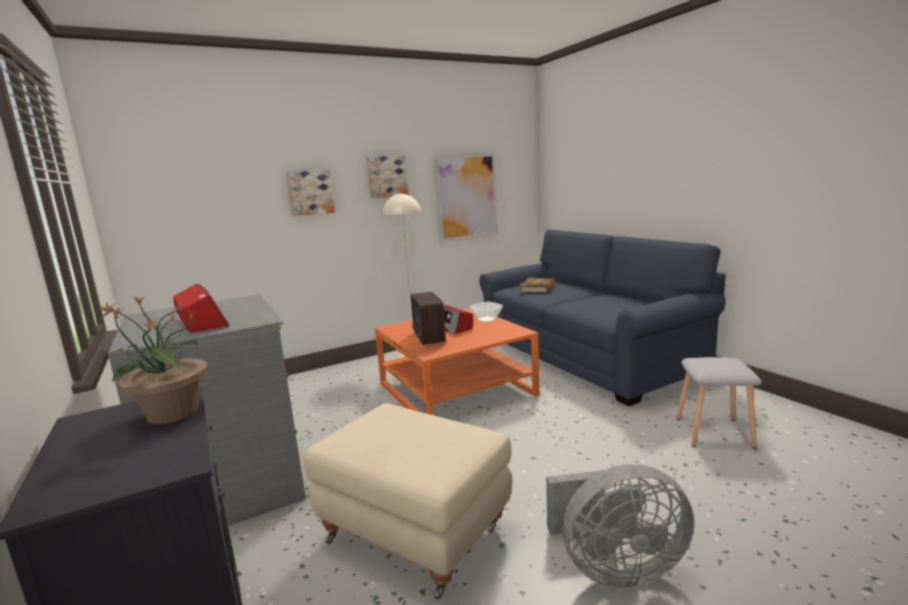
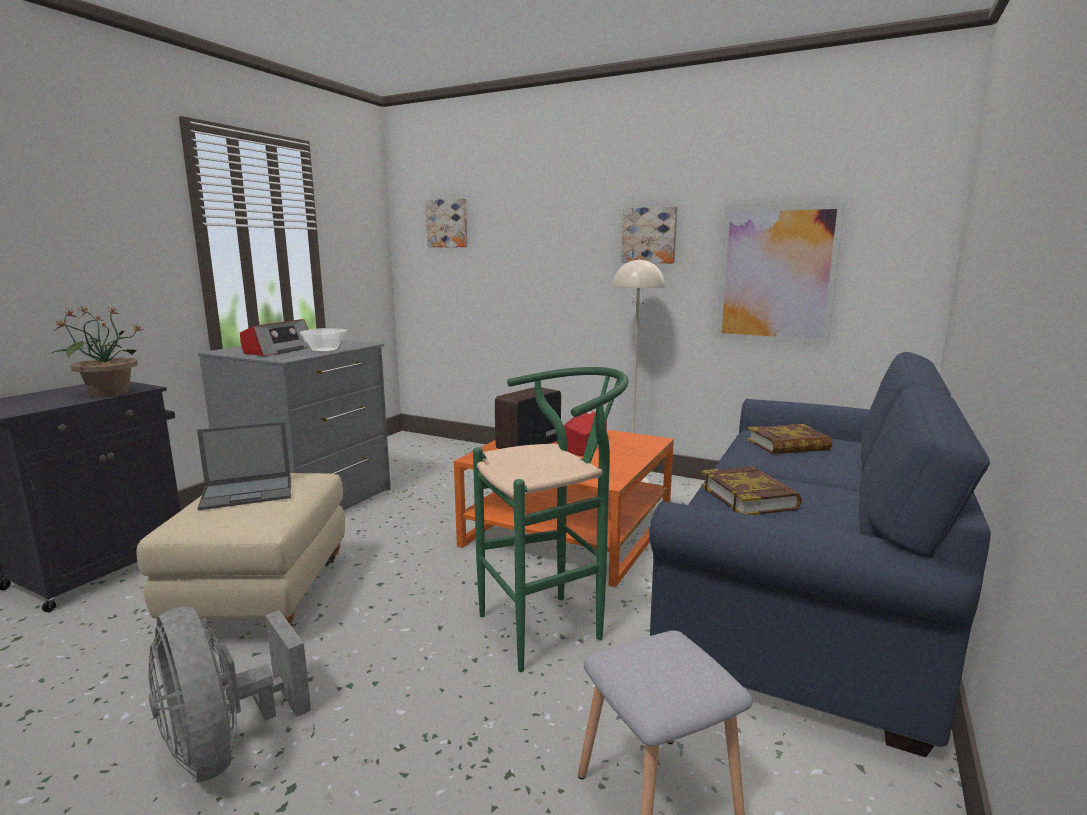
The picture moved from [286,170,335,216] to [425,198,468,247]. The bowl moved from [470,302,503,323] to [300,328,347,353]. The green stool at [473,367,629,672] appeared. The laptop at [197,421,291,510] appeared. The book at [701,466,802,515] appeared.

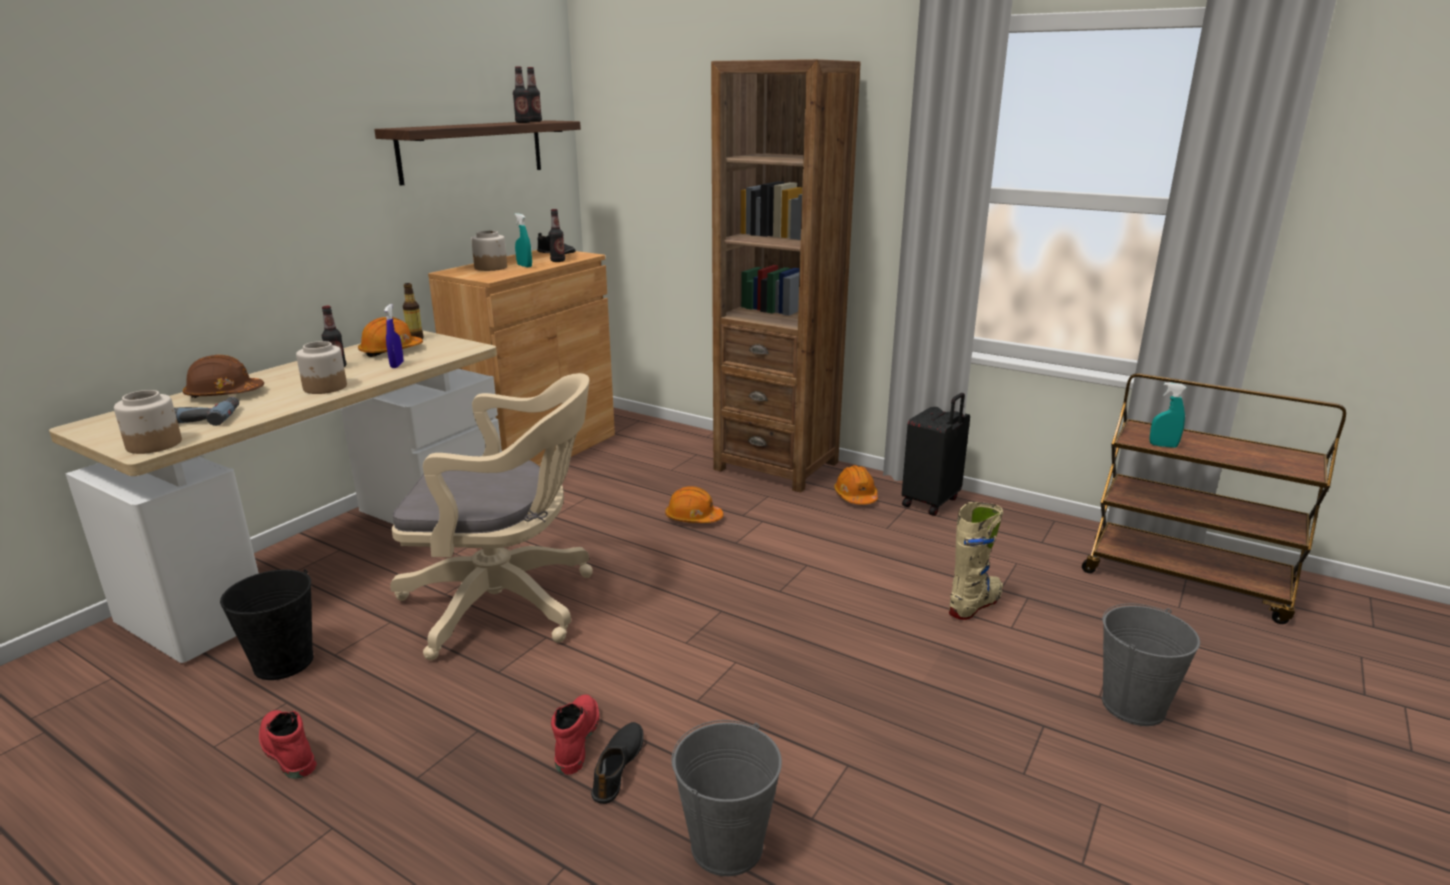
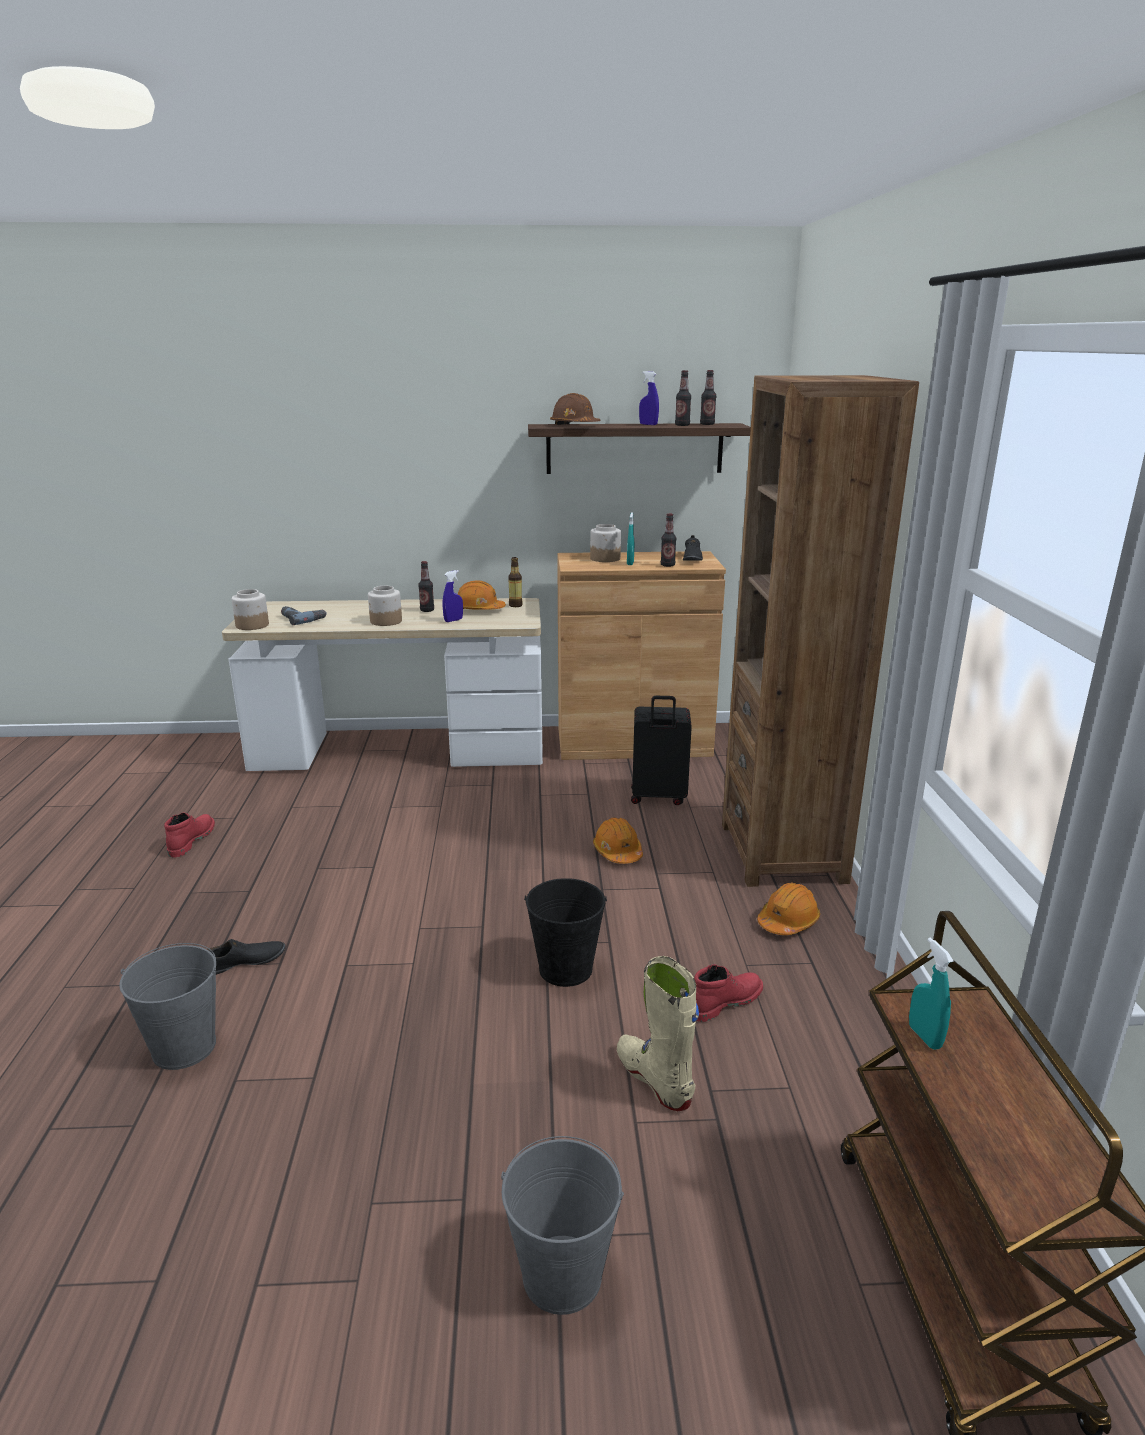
The brown hard hat moved from [183,355,264,398] to [550,393,601,425]. The beige office chair at [390,373,593,660] disappeared. The black suitcase moved from [902,393,970,516] to [631,696,692,805]. The beige boot at [949,502,1003,620] turned 135 degrees counterclockwise. The black bucket moved from [220,569,313,680] to [524,878,607,987]. The red boot moved from [551,695,599,775] to [694,964,763,1022]. The blue spray bottle at [639,371,659,425] appeared.

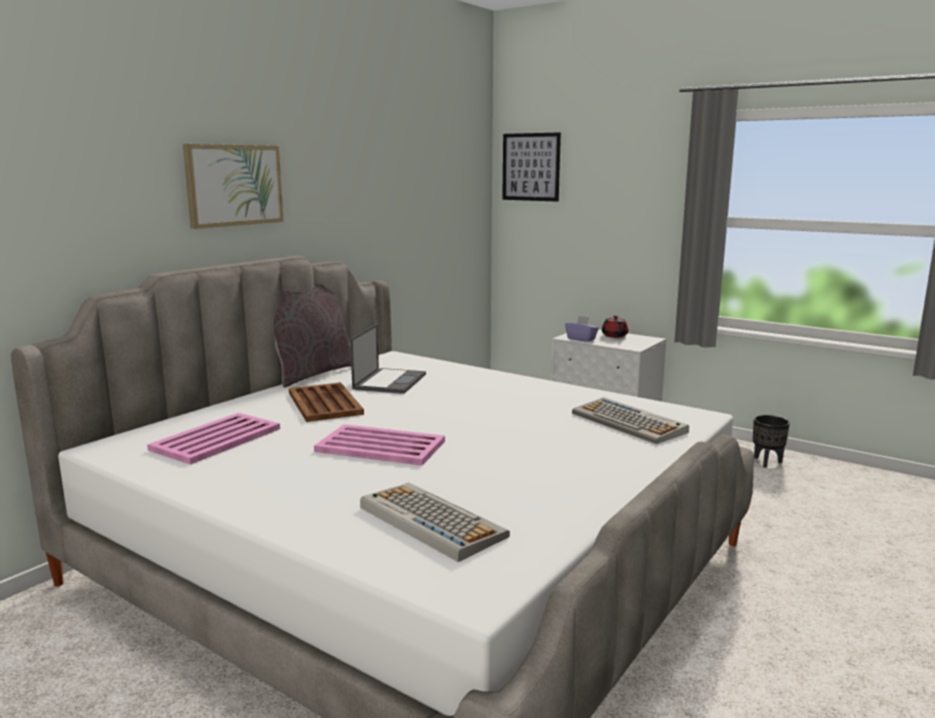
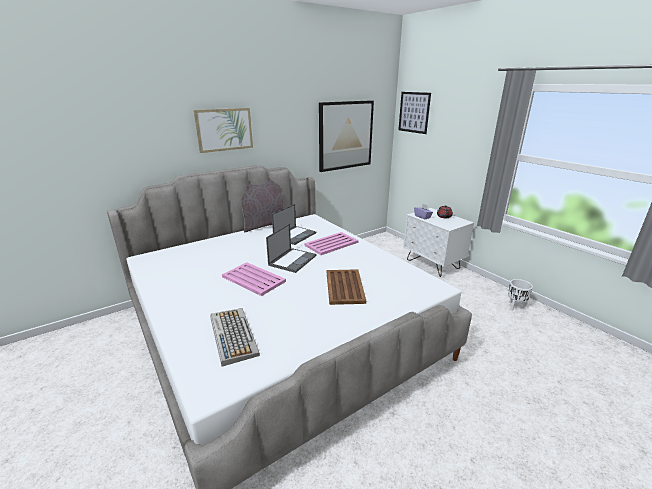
The brown tray moved from [289,382,364,422] to [327,269,366,305]. The keyboard at [572,397,689,444] disappeared. The pink tray moved from [147,413,280,464] to [305,232,359,255]. The black planter at [753,415,790,468] became the white planter at [508,279,533,311]. The picture at [319,100,374,172] appeared. The laptop at [266,223,317,273] appeared.

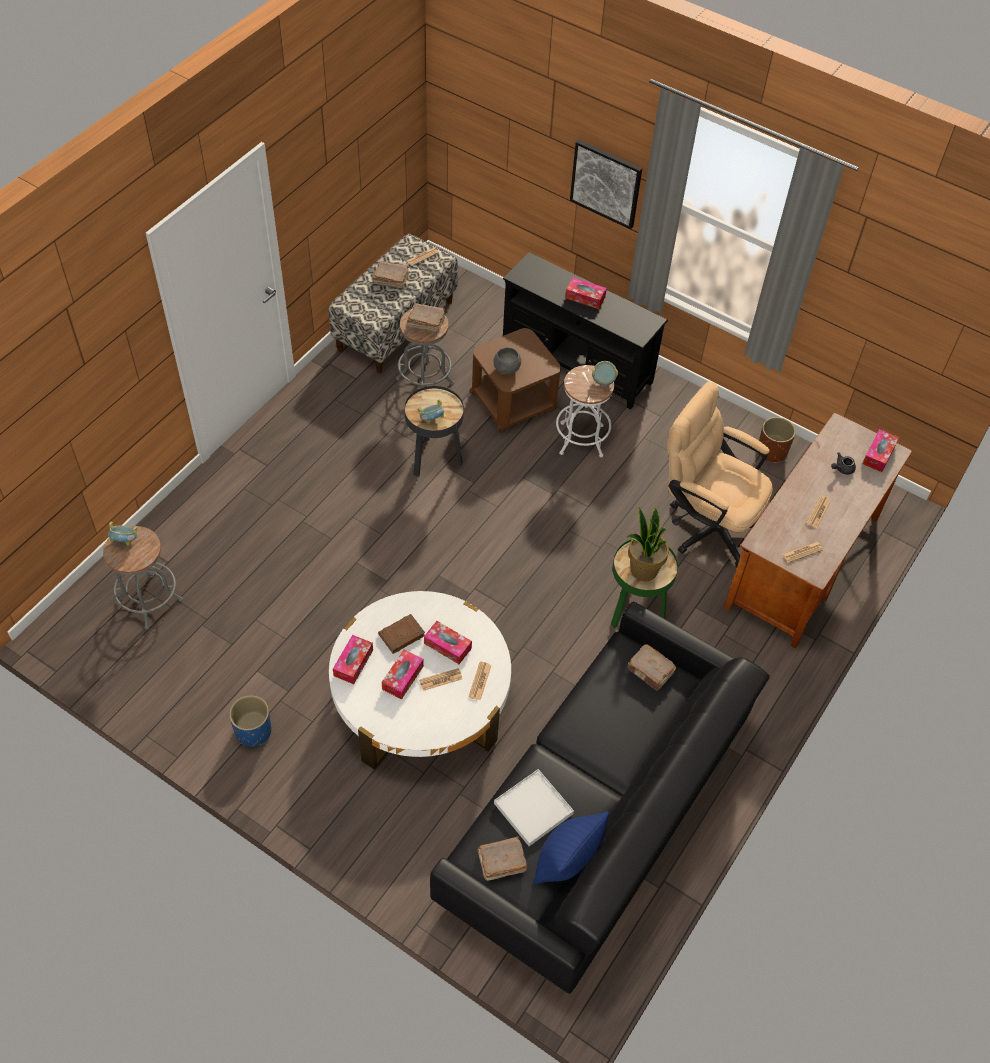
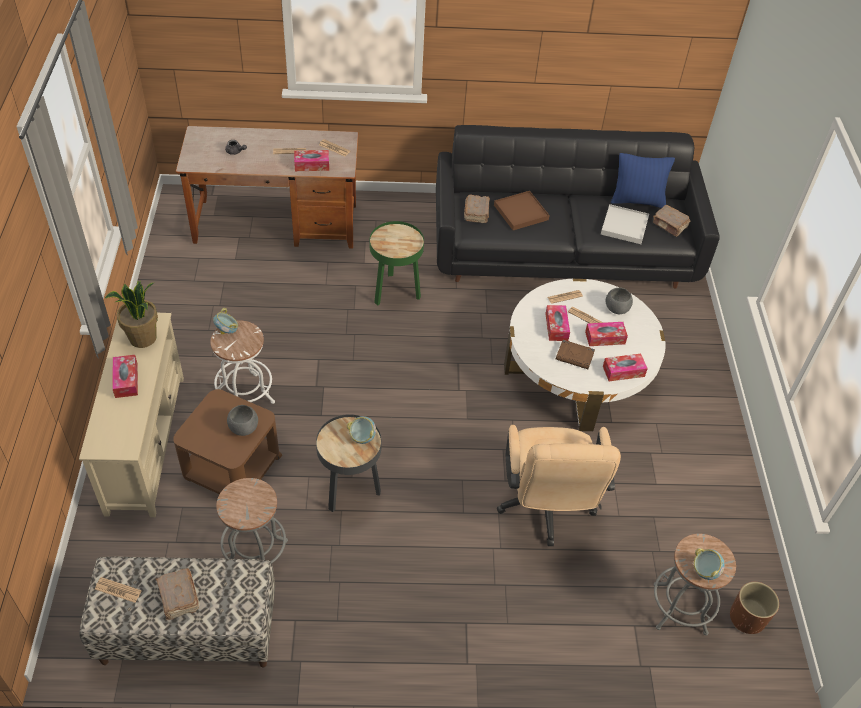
The picture at [570,140,642,229] disappeared. The black tv stand at [503,252,668,409] became the beige tv stand at [79,313,184,517]. The brown book at [407,303,445,332] disappeared. The beige office chair moved from [667,382,773,567] to [497,425,621,546]. The brown planter moved from [759,417,796,463] to [730,582,779,634]. The tissue box moved from [862,429,899,472] to [294,150,329,171]. The potted plant moved from [627,507,669,581] to [105,280,158,348]. The blue planter at [229,695,271,747] disappeared. The brown tray at [494,191,550,230] appeared. The grey bowl at [606,288,633,314] appeared.

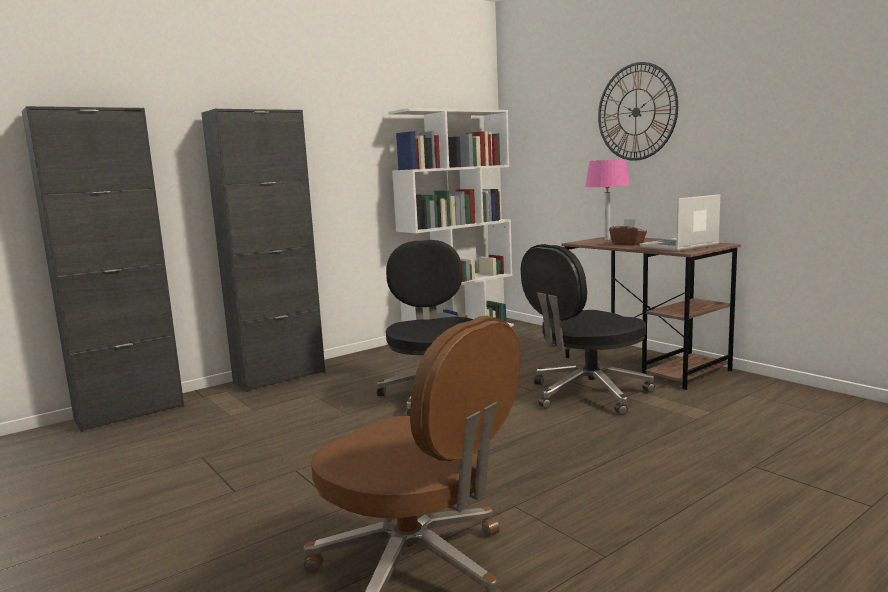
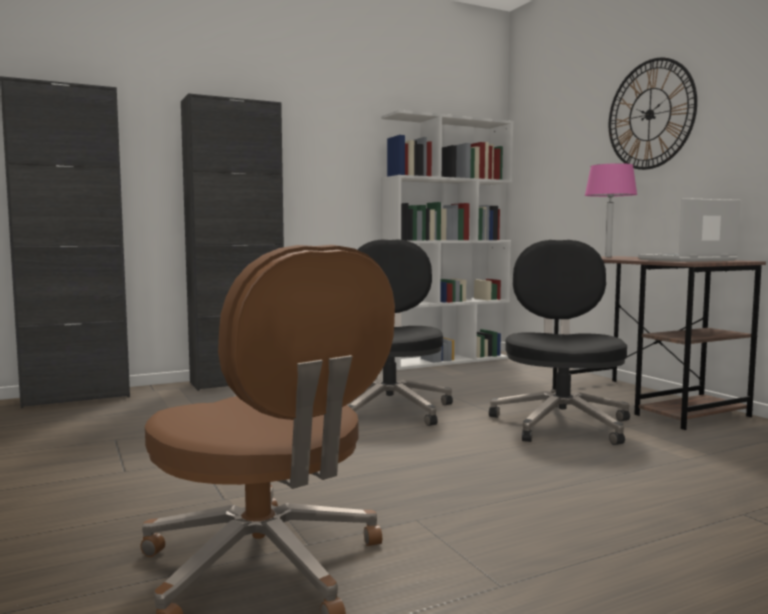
The brown tissue box at [609,219,647,246] disappeared. The black office chair at [521,244,655,415] turned 120 degrees clockwise.

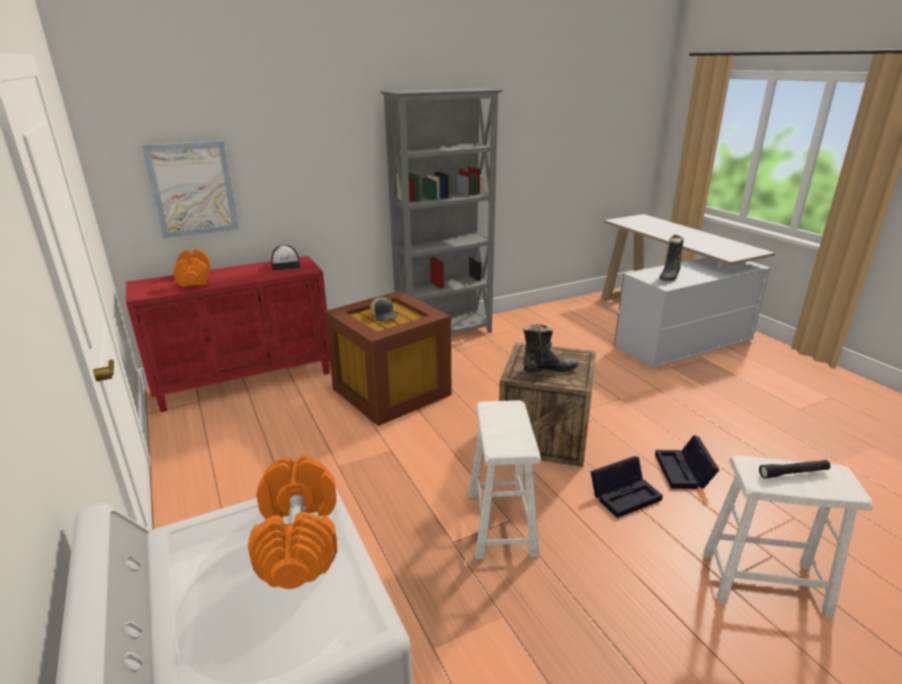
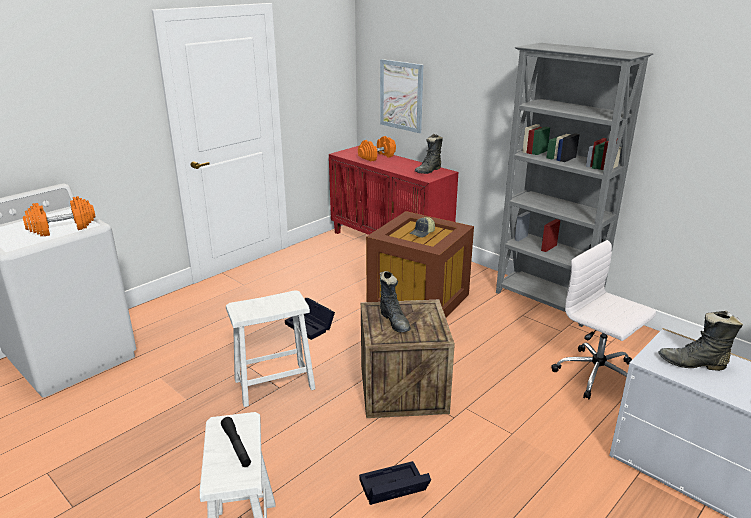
The cap at [271,245,300,271] was replaced by the black boot at [415,134,443,174]. The black storage box moved from [590,456,663,518] to [285,298,335,340]. The white office chair at [552,240,656,400] appeared.

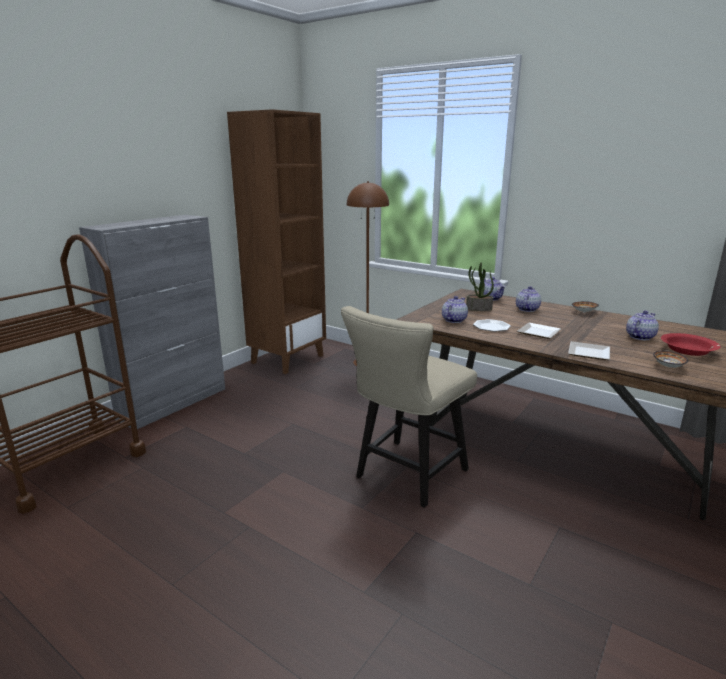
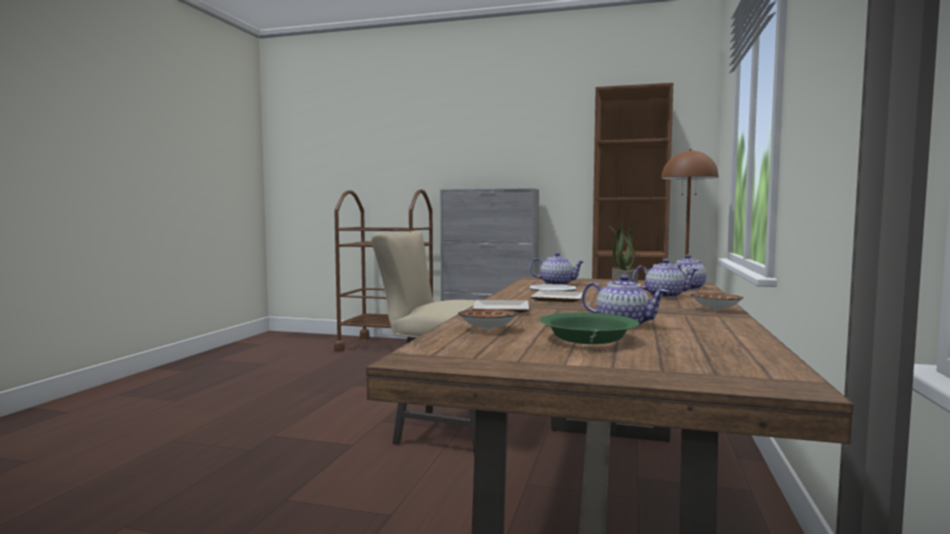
The red bowl at [661,333,721,356] became the green bowl at [539,313,640,344].

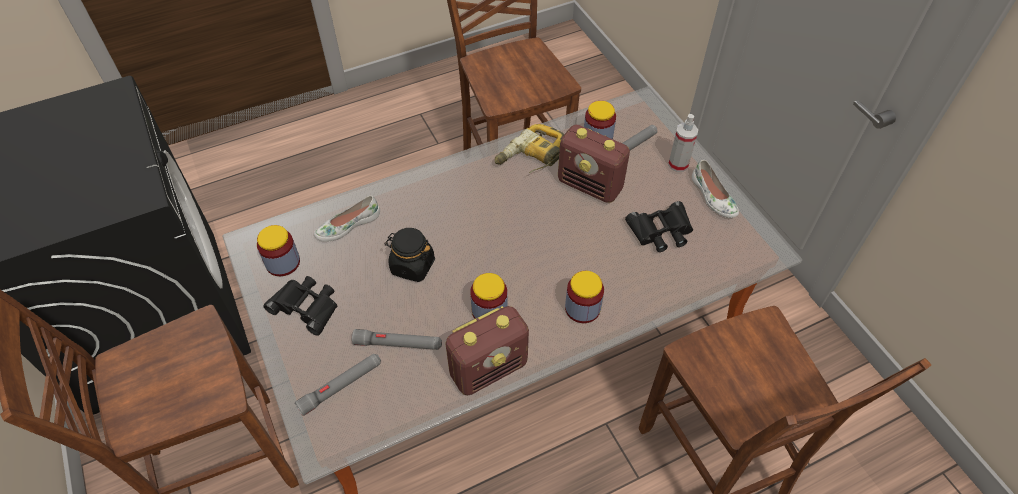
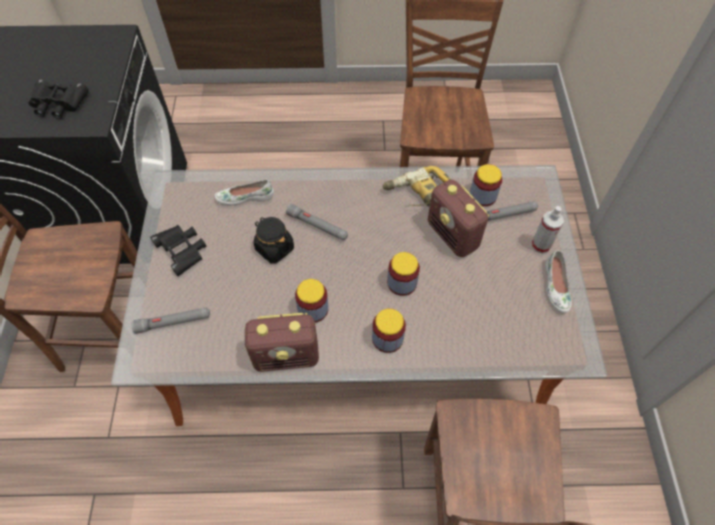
The black binoculars moved from [625,201,693,252] to [28,80,89,119]. The jar moved from [257,225,300,276] to [387,252,420,296]. The grey flashlight moved from [352,329,442,350] to [286,204,348,240].

